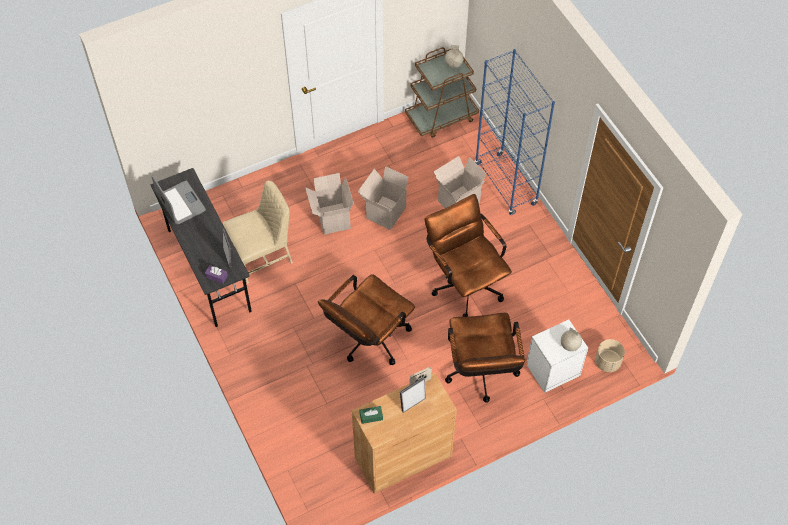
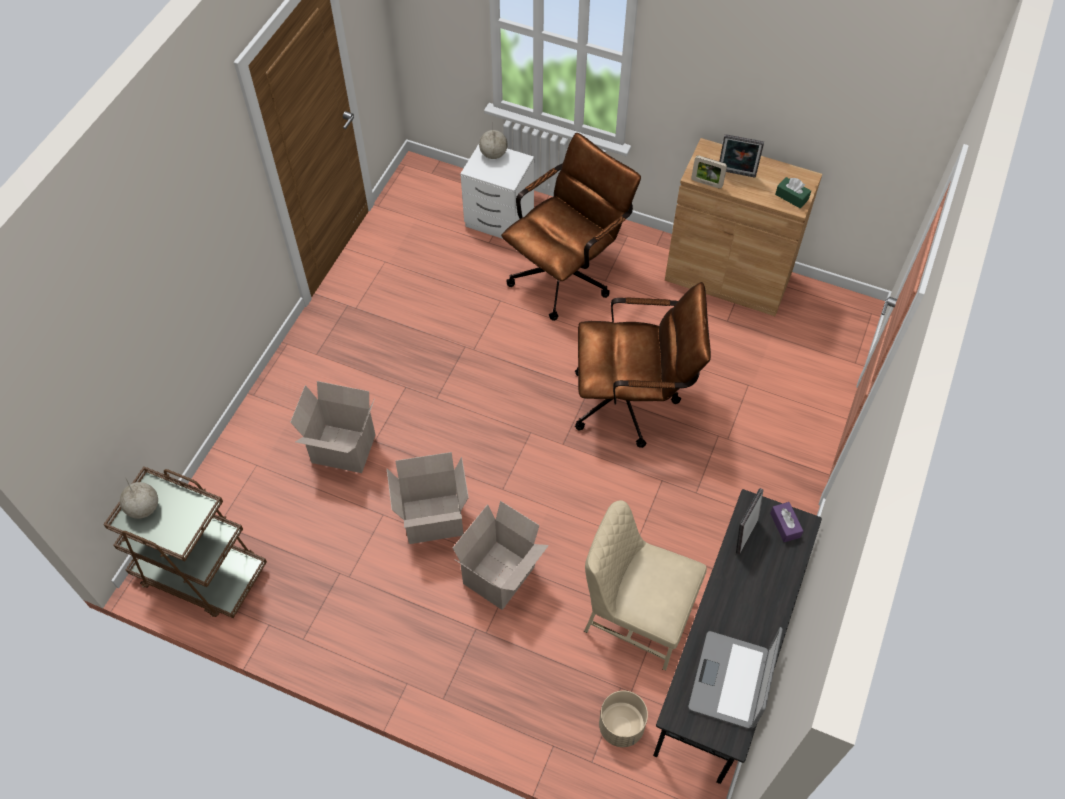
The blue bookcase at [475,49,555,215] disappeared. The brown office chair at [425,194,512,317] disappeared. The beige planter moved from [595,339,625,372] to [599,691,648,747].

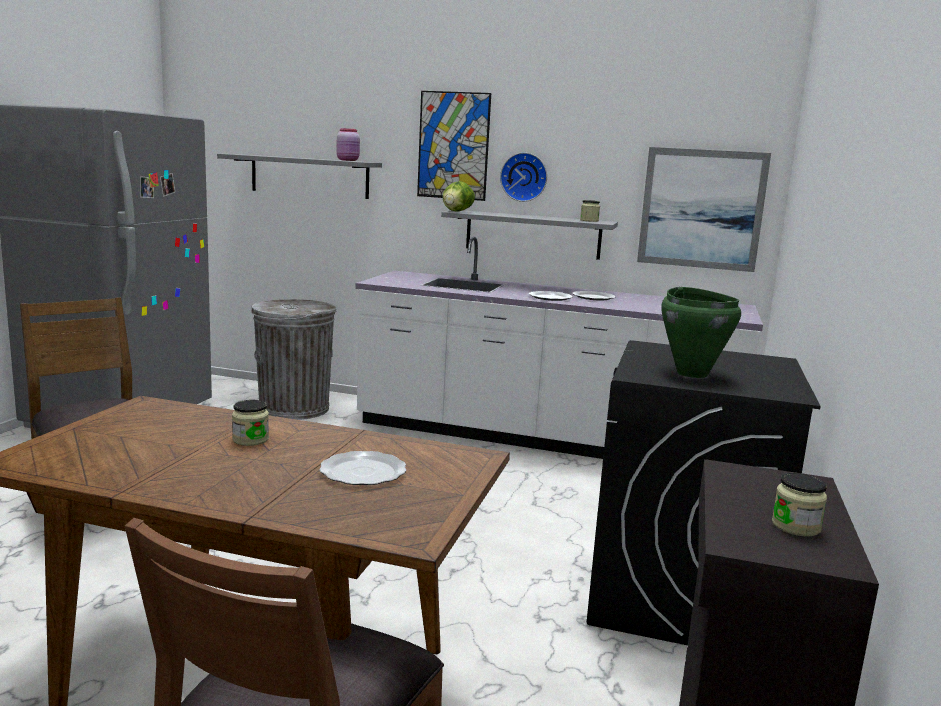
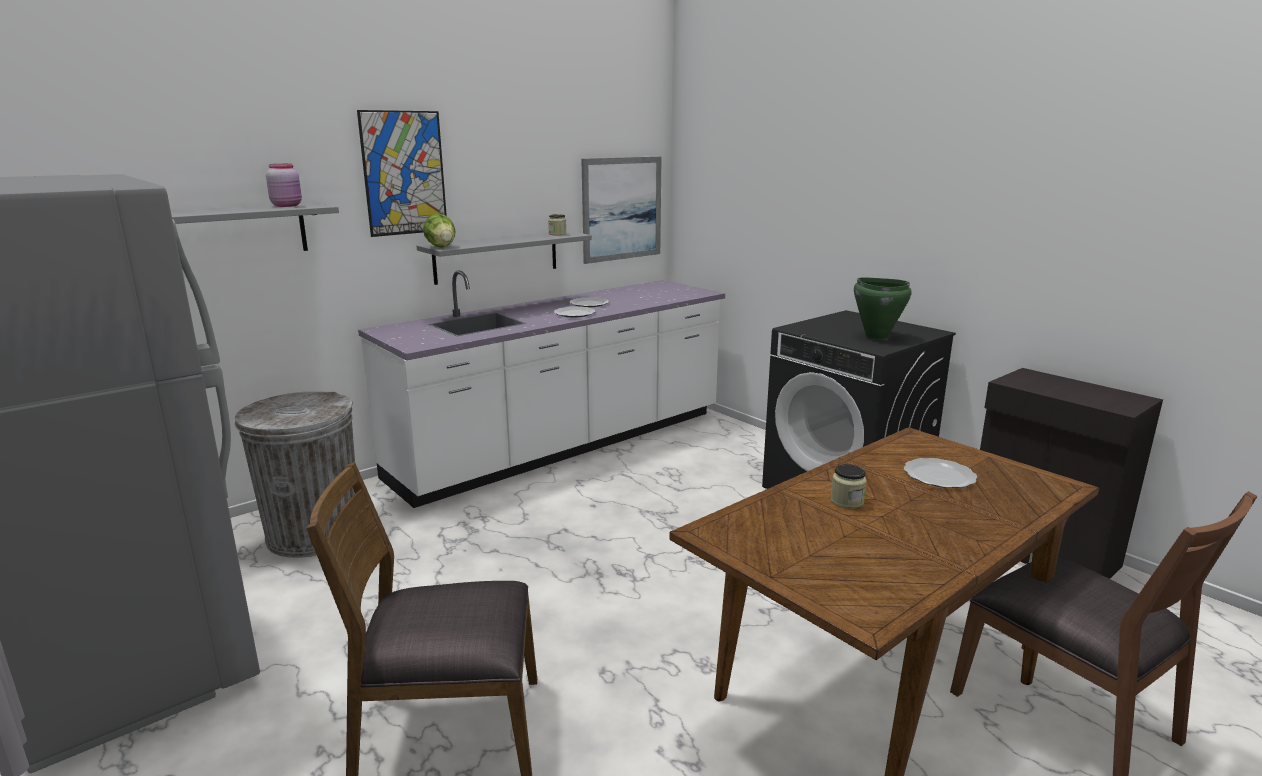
The wall clock at [500,152,547,202] disappeared. The jar at [772,473,827,536] disappeared.

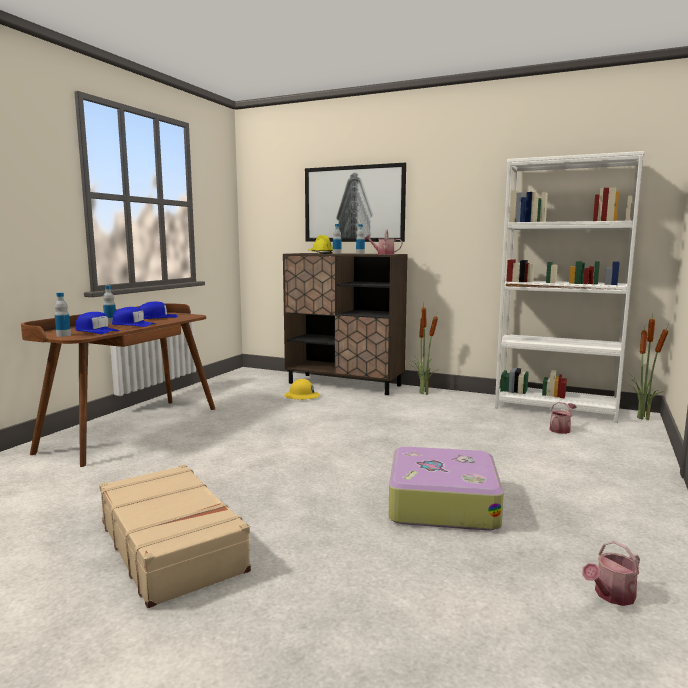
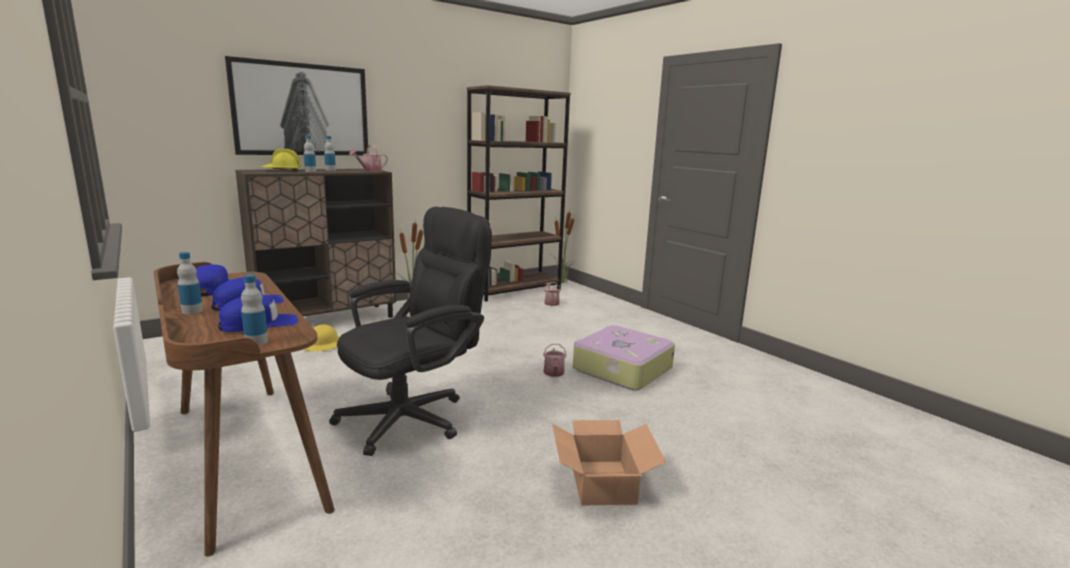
The white bookcase at [495,151,645,423] became the brown bookcase at [467,85,571,301]. The beige suitcase at [99,464,251,608] was replaced by the cardboard box at [552,420,666,506]. The watering can moved from [582,541,640,606] to [543,343,567,377]. The black office chair at [329,207,492,456] appeared.

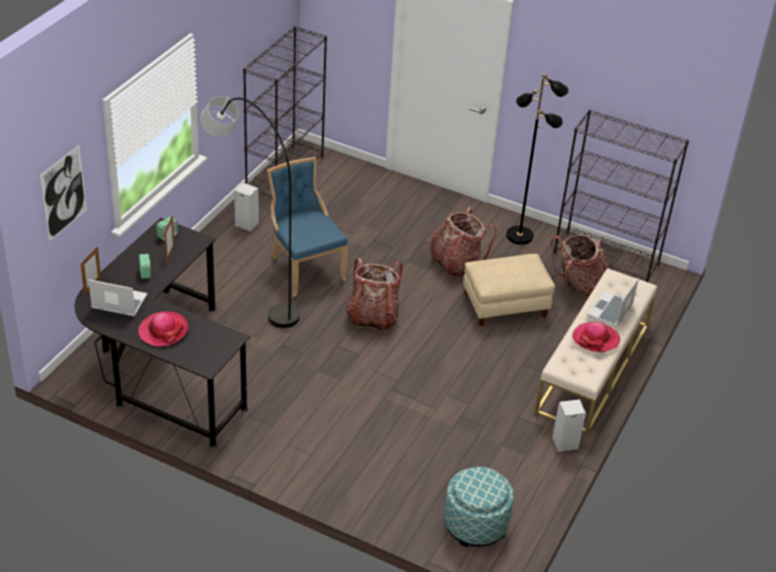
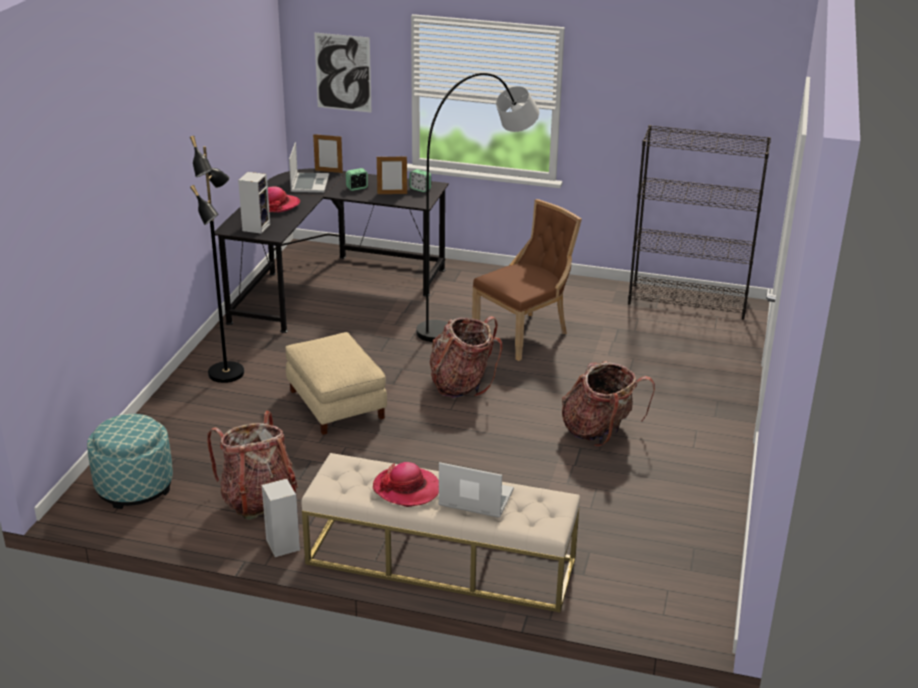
The black floor lamp moved from [506,74,568,245] to [190,136,244,383]. The black bookcase at [554,109,689,282] disappeared. The blue chair at [267,157,348,297] became the brown chair at [472,199,582,361]. The speaker moved from [234,183,259,232] to [238,172,270,234]. The backpack moved from [551,235,611,296] to [207,411,298,520]. The beige ottoman moved from [463,254,555,326] to [285,332,387,435].

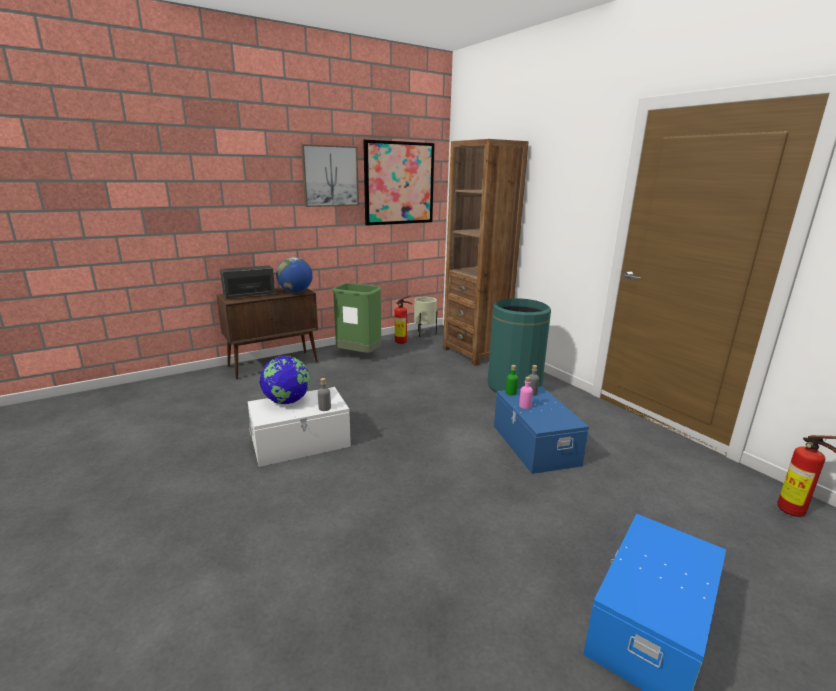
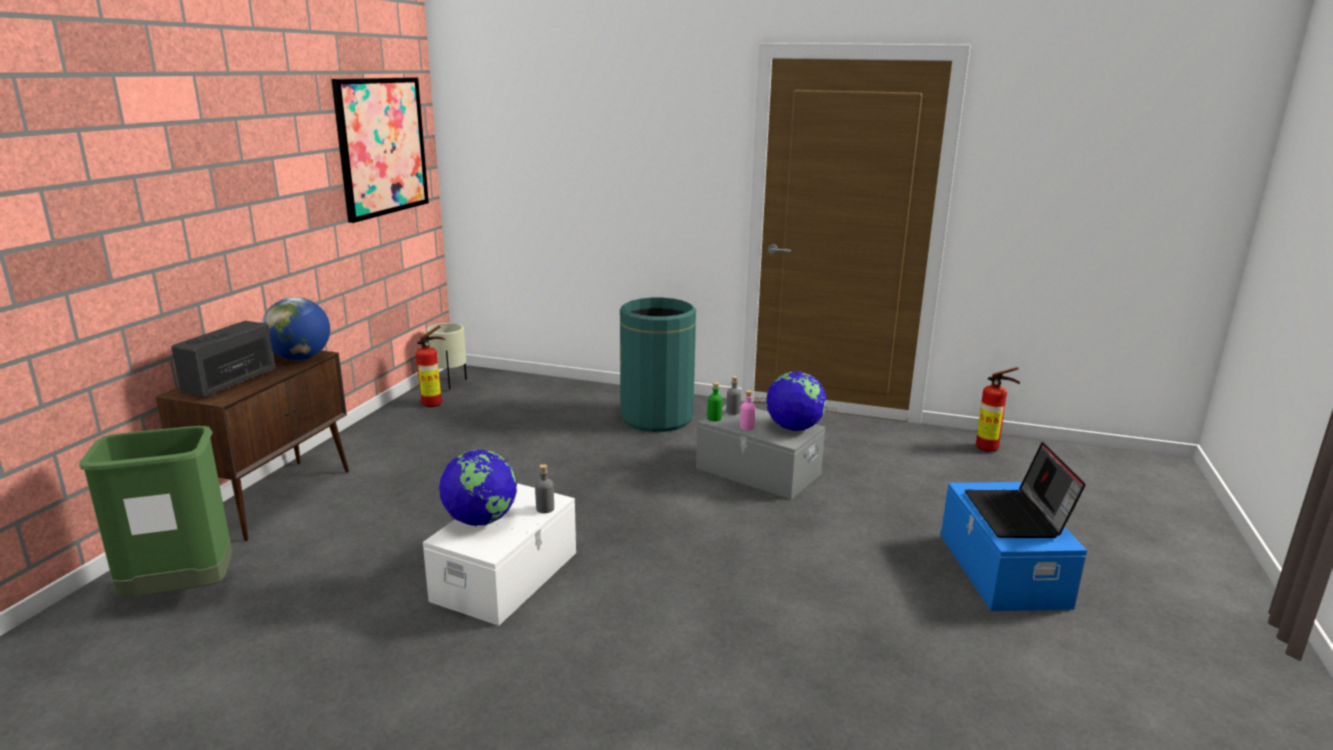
The brown bookcase at [443,139,529,366] disappeared. The picture at [301,144,359,207] disappeared. The green trash can moved from [332,283,382,353] to [79,426,232,597]. The blue storage box at [494,386,589,474] became the grey storage box at [696,404,825,499]. The globe at [766,371,827,431] appeared. The laptop at [965,442,1086,538] appeared.

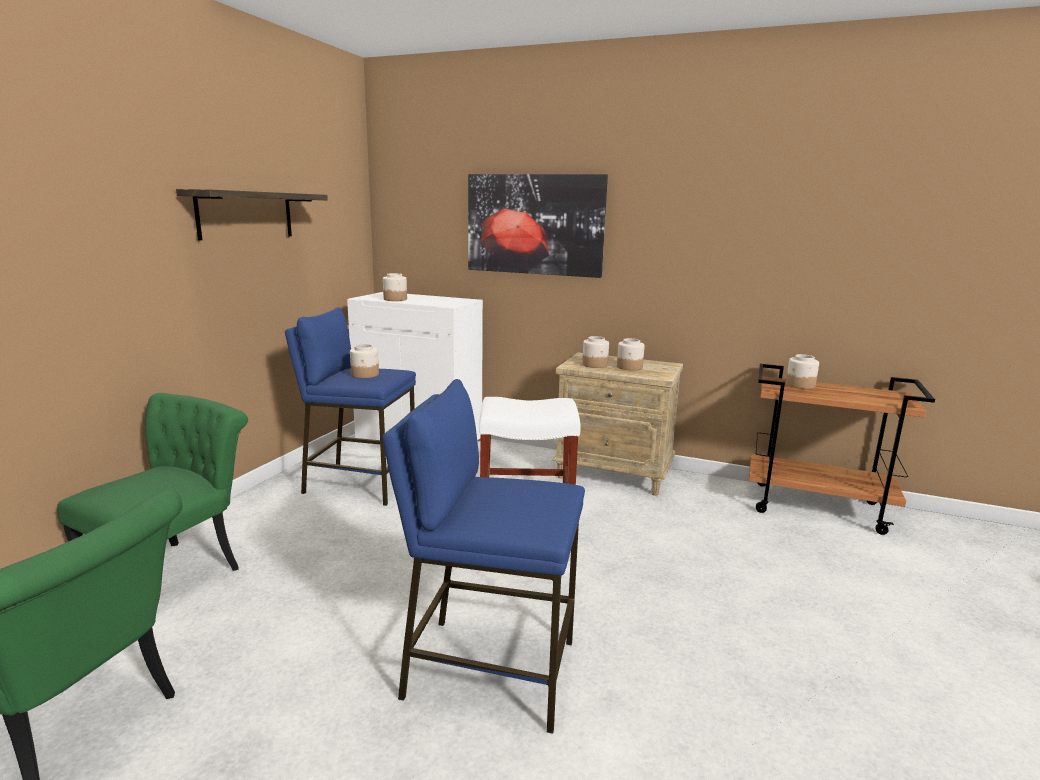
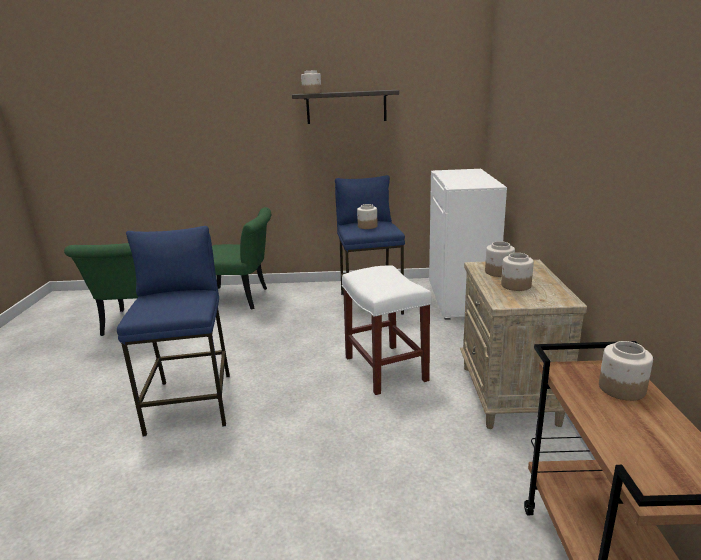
The picture at [468,174,608,278] disappeared. The jar moved from [383,273,407,301] to [301,70,322,94].

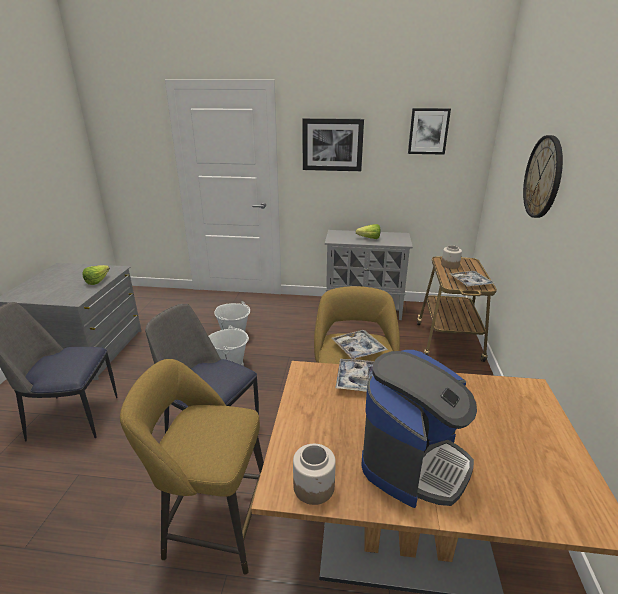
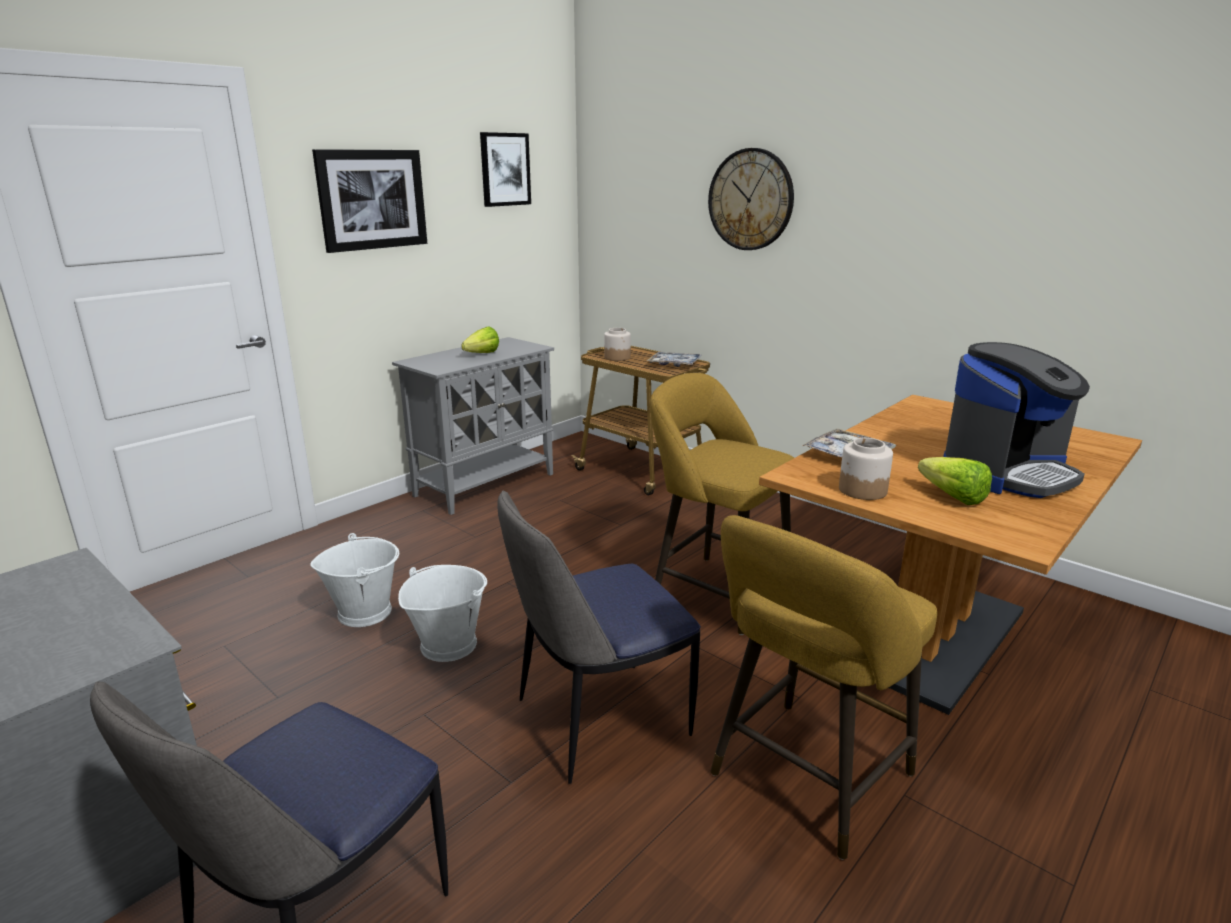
The lettuce moved from [82,265,110,285] to [918,457,992,505]. The tray at [331,330,388,359] disappeared. The coffee machine at [361,350,477,508] turned 75 degrees clockwise. The jar moved from [293,444,336,505] to [839,438,893,500].

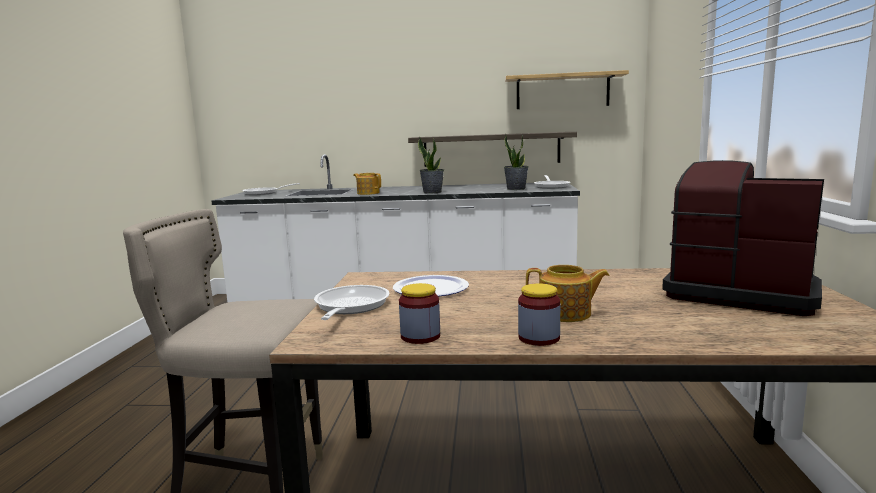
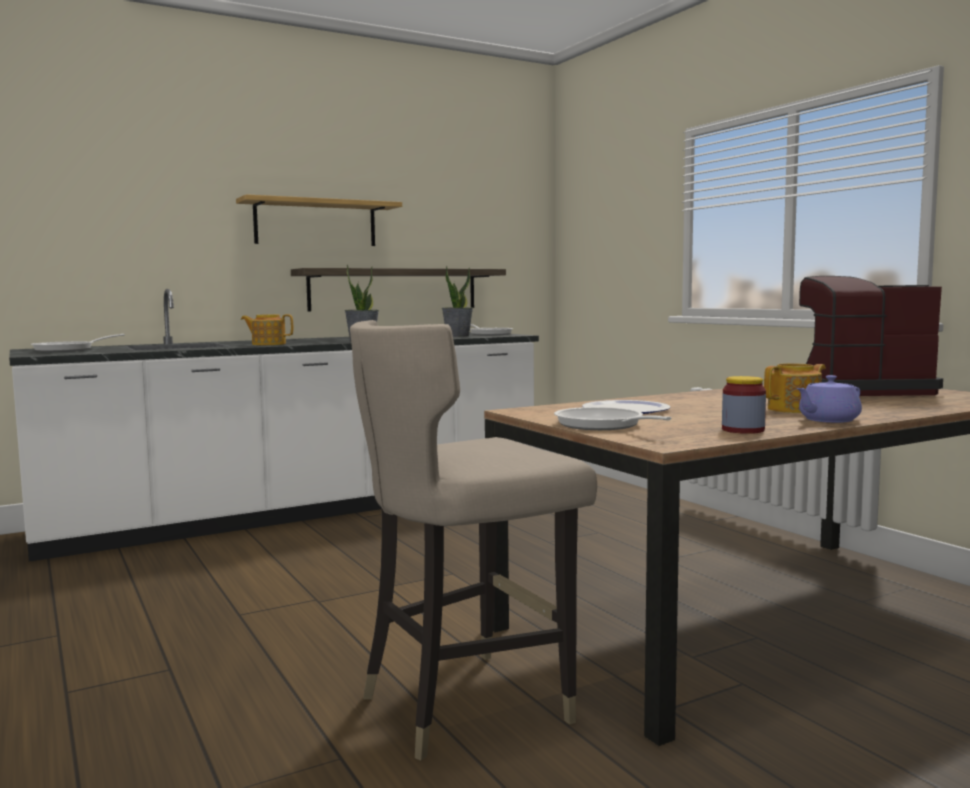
The shelf moved from [505,70,629,109] to [236,194,402,246]. The jar at [518,283,560,346] was replaced by the purple teapot at [797,375,862,423].

